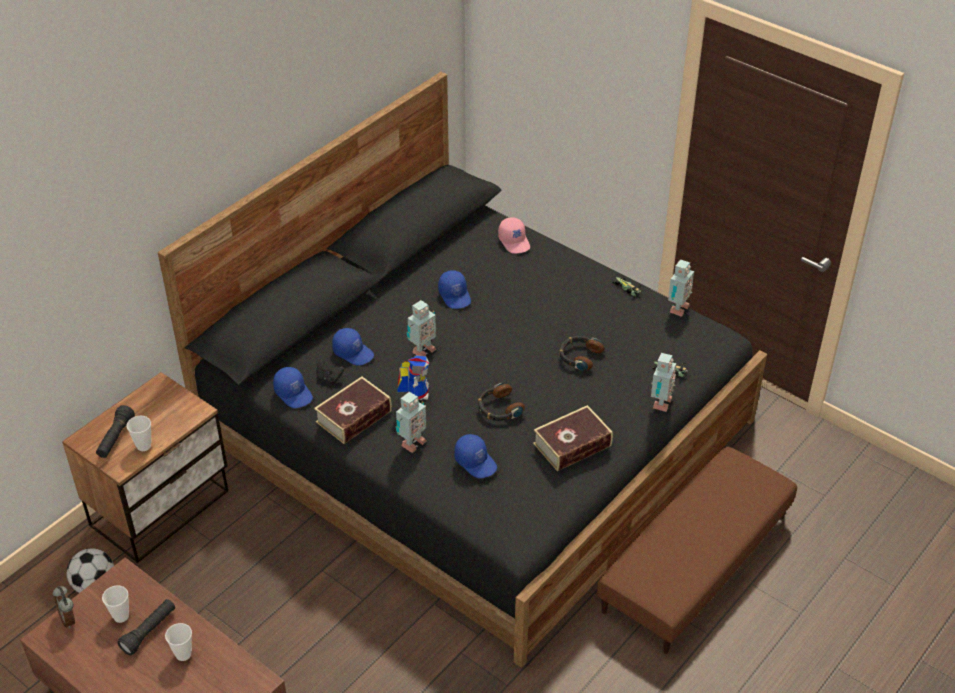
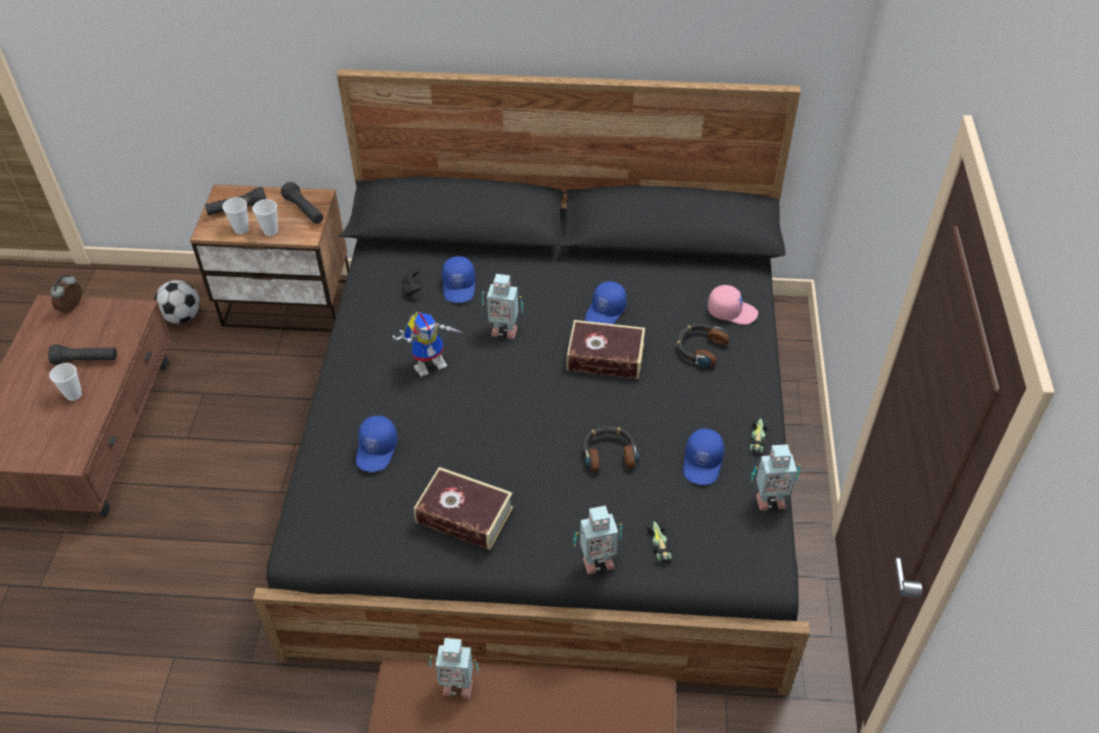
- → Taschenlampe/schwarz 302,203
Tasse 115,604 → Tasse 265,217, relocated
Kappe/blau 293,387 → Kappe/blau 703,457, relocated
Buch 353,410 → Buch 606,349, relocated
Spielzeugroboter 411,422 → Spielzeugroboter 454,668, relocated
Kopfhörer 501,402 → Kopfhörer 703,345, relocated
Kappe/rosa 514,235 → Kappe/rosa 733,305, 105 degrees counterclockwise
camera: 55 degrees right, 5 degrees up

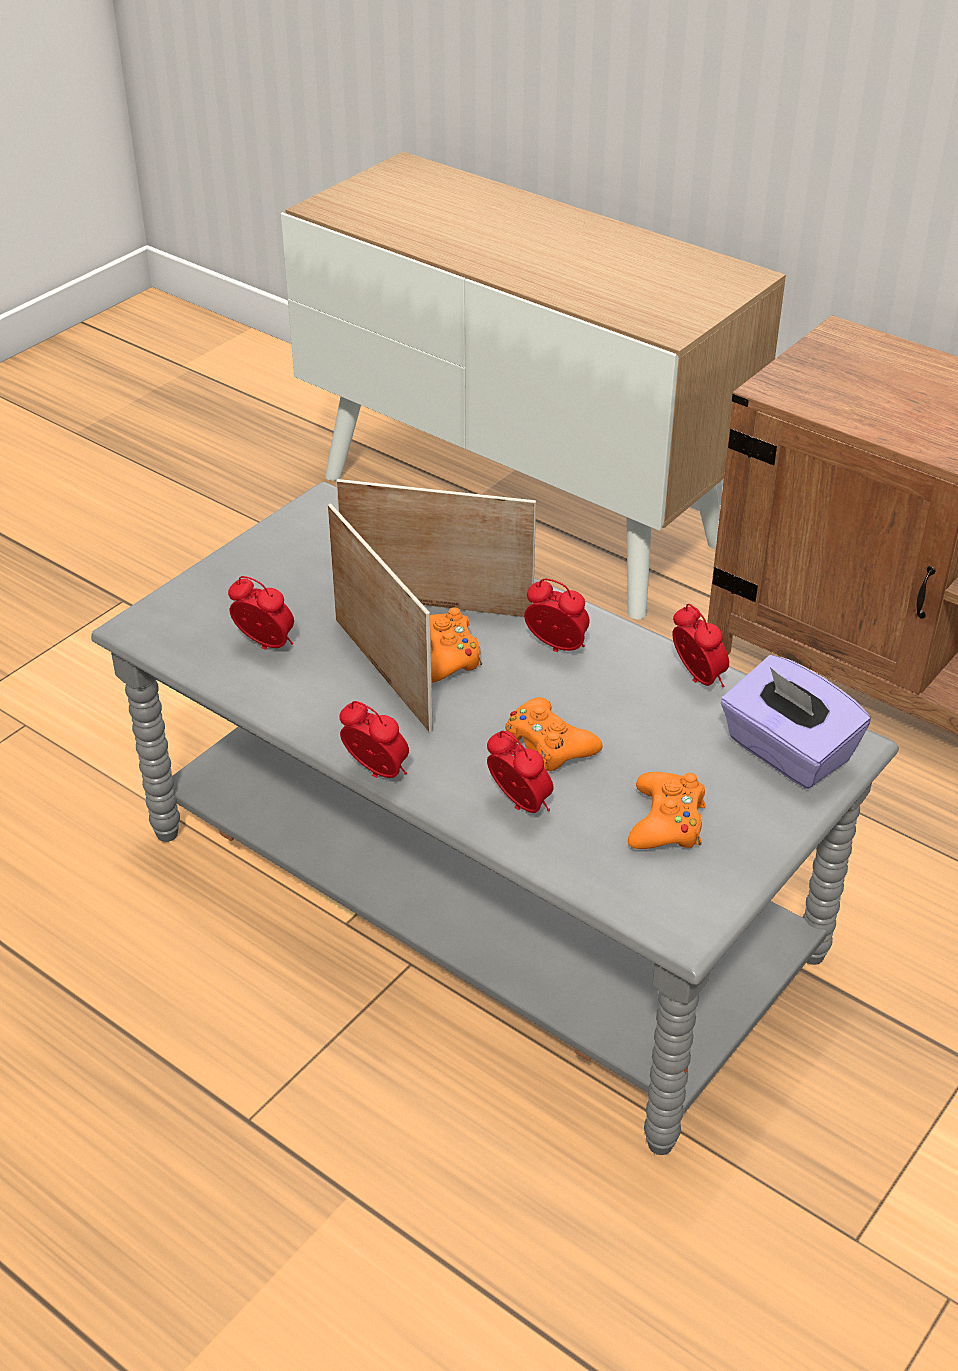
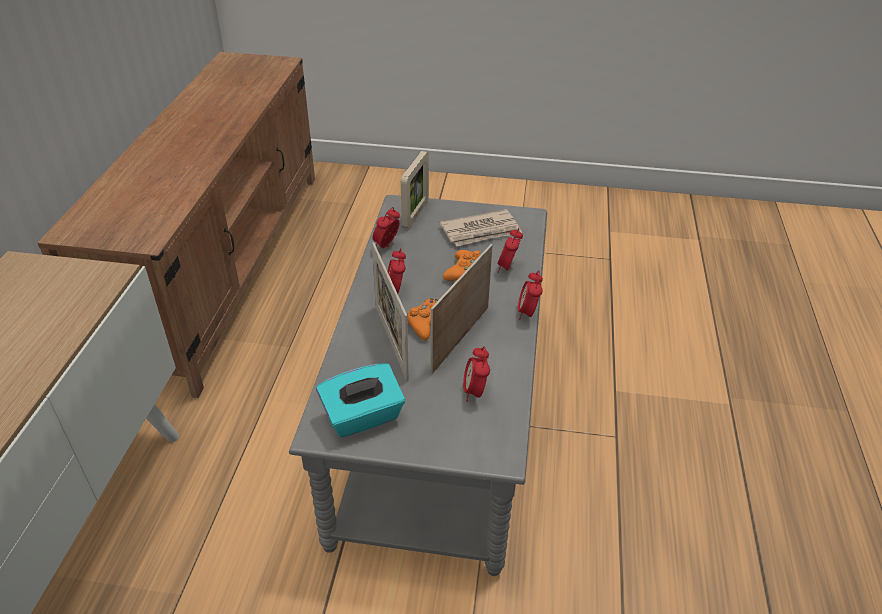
- → Taschentuchbox/türkis 360,400
Gamepad/orange 666,810 → Zeitung 481,228
Taschentuchbox/lila 796,722 → Bilderrahmen 415,190
camera: 120 degrees left, 0 degrees up

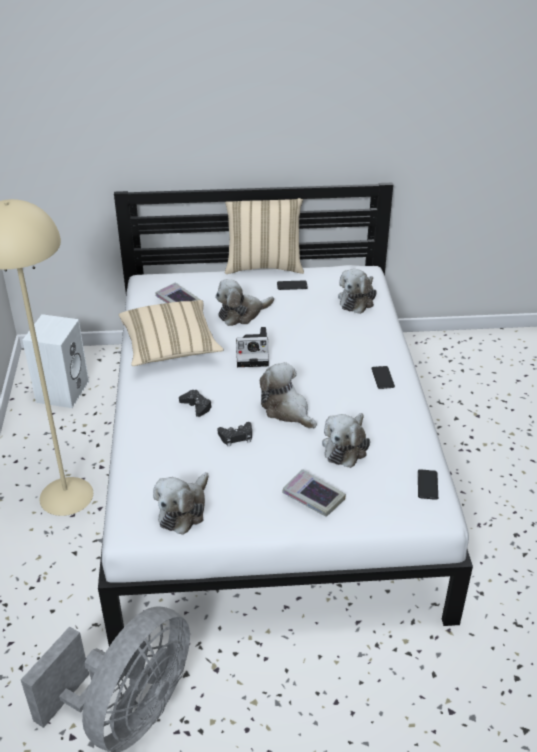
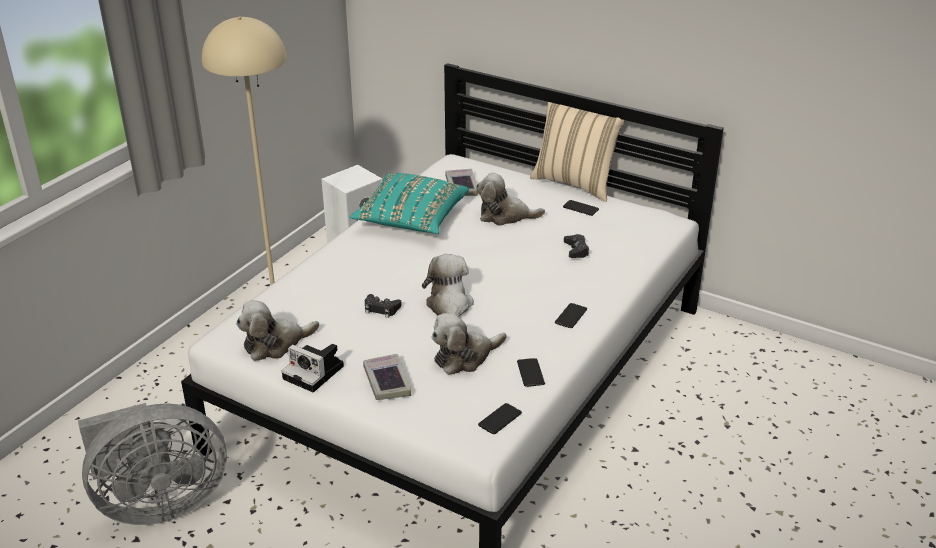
Plüschtier 357,291 → -
- → Handy 531,372
Gamepad/schwarz 195,403 → Gamepad/schwarz 576,246, relocated
Kamera 252,347 → Kamera 313,368, relocated
Kissen/beige 171,333 → Kissen/türkis 409,203
camera: 35 degrees right, 5 degrees down

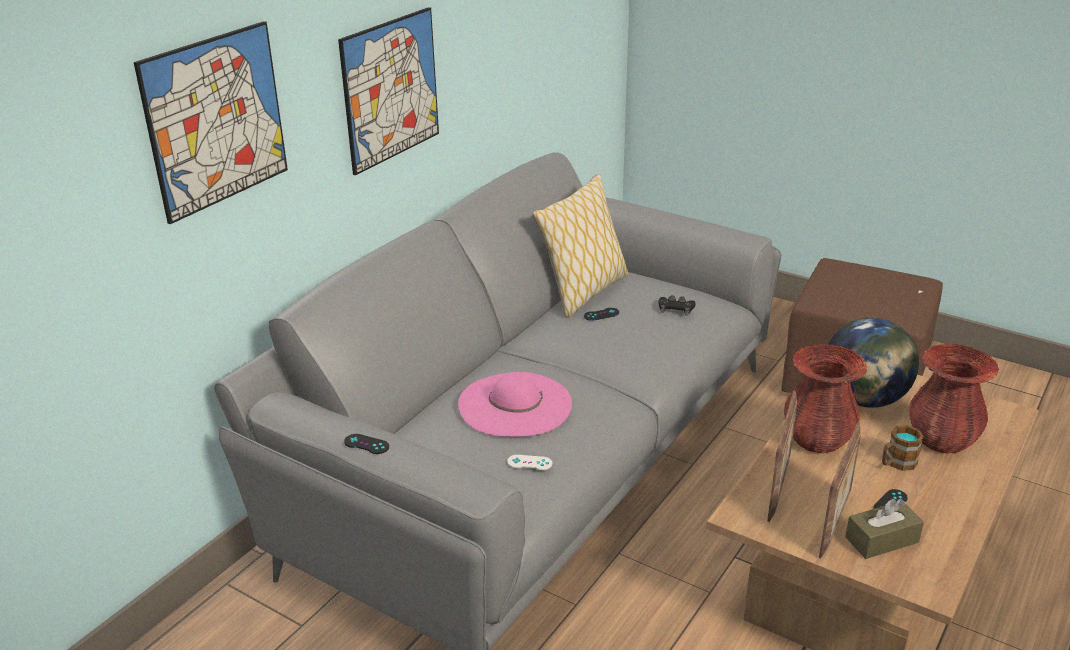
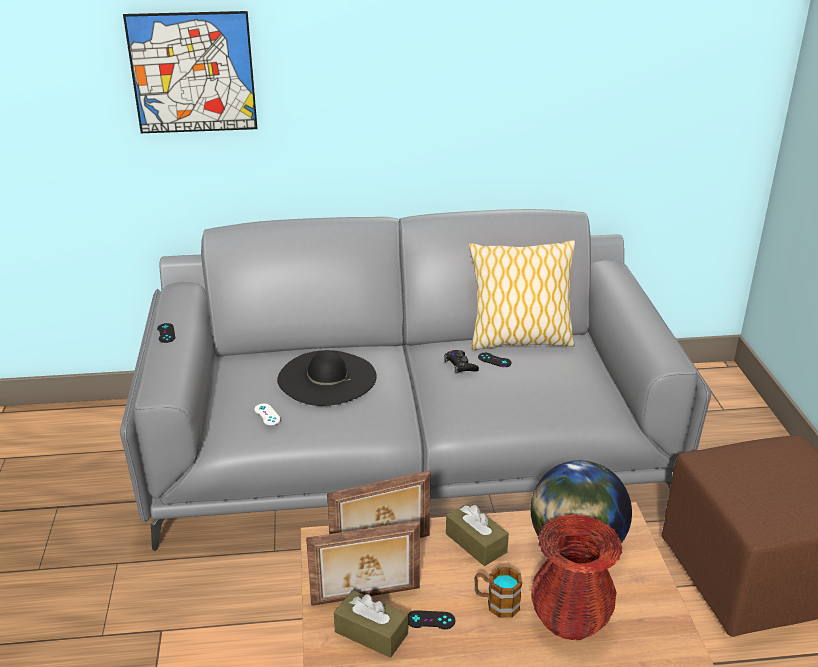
Bild 388,91 → -
Gamepad/schwarz 676,305 → Gamepad/schwarz 461,362, relocated
Vase/rot 825,399 → Taschentuchbox/braun 477,534
Hut/rosa 515,404 → Hut/schwarz 327,378
camera: 50 degrees right, 0 degrees up

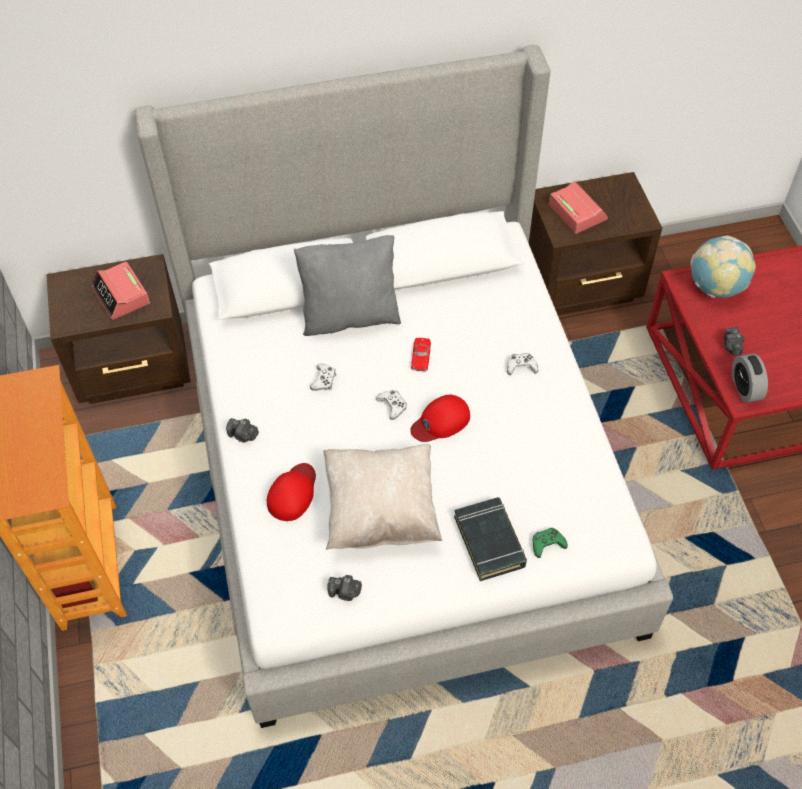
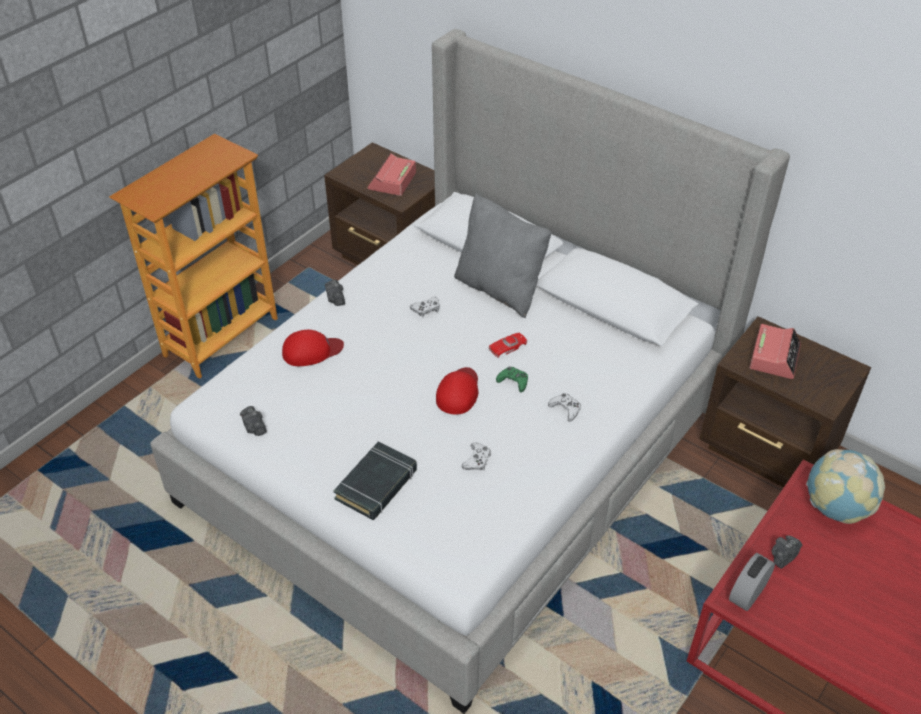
Kissen/beige 382,497 → -
Gamepad/weiß 391,405 → Gamepad/weiß 476,456, relocated
Gamepad/grün 550,543 → Gamepad/grün 512,379, relocated
Kappe/rot 440,418 → Kappe/rot 457,391, 90 degrees clockwise
camera: 50 degrees right, 10 degrees down

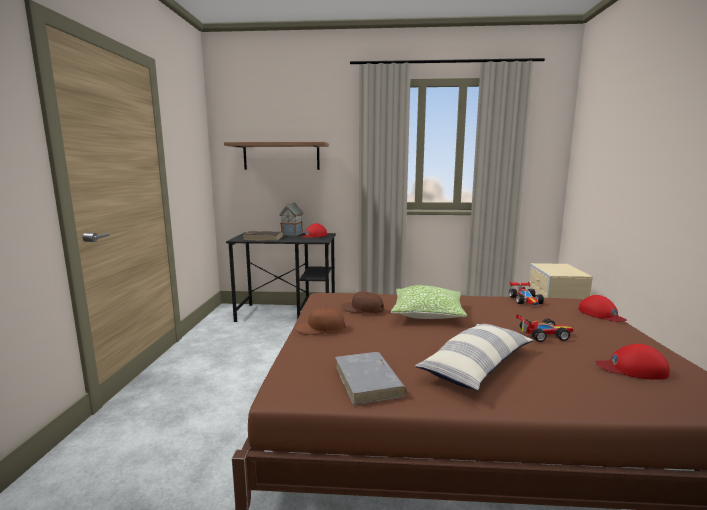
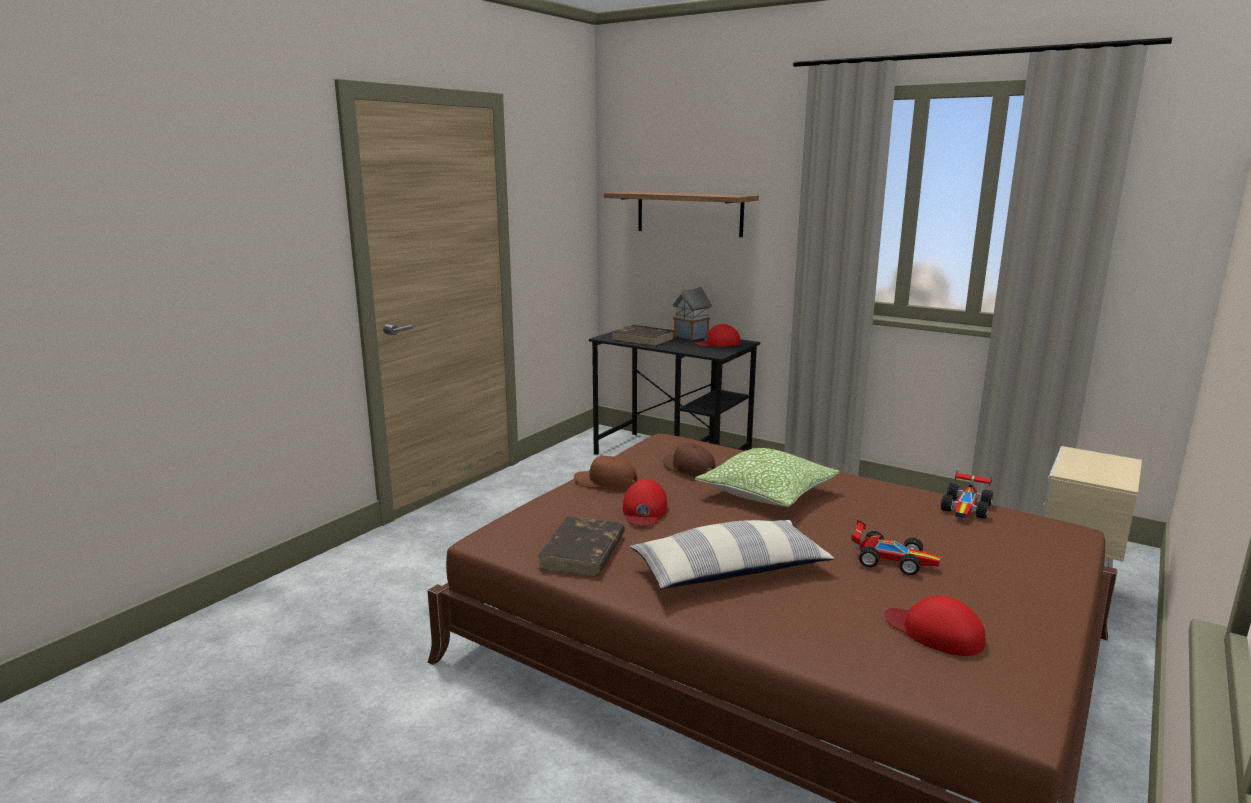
Kappe/rot 603,308 → Kappe/rot 645,502, relocated
Buch/grau 371,378 → Buch/braun 581,546
camera: 30 degrees right, 5 degrees up

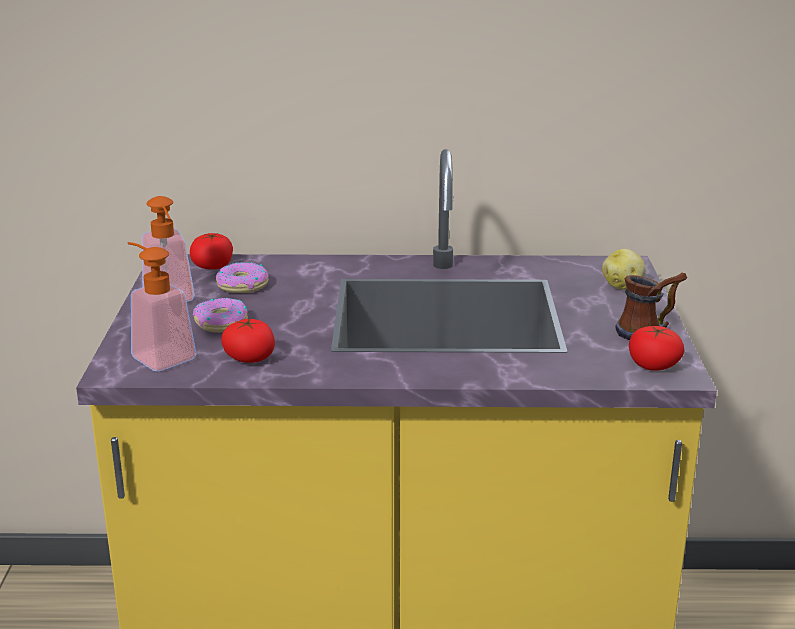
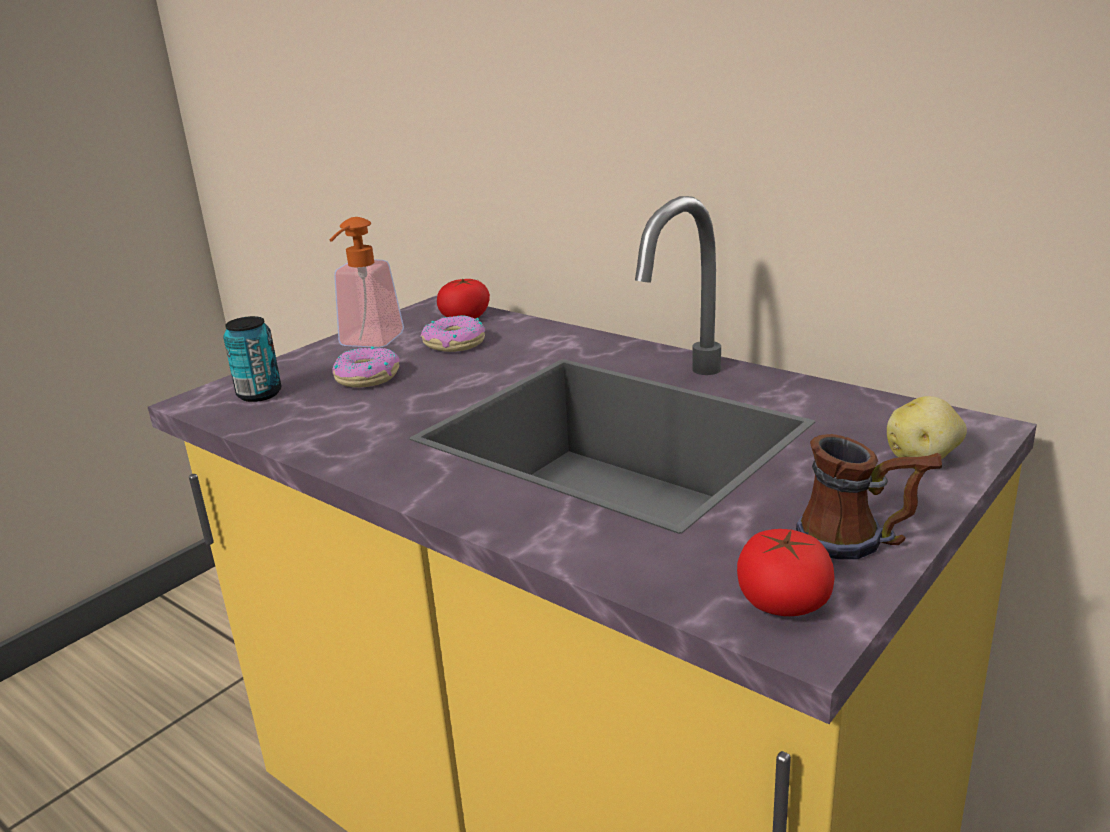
Tomate 248,340 → -
Seifenspender 162,306 → Dose 252,359
camera: 40 degrees right, 0 degrees up

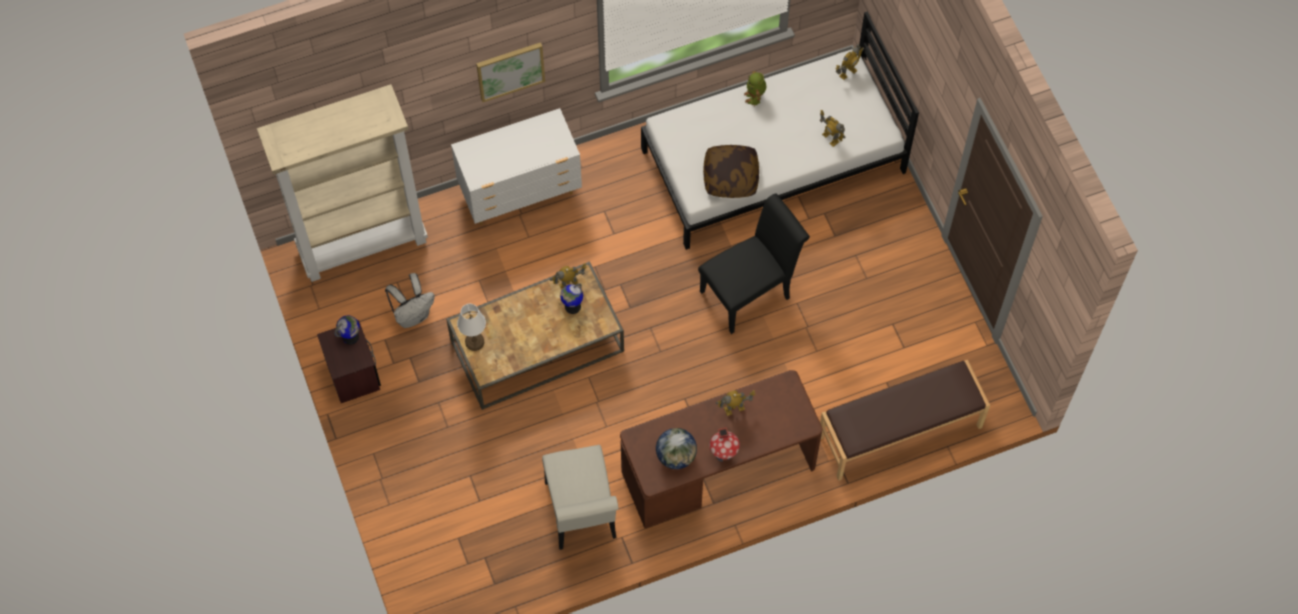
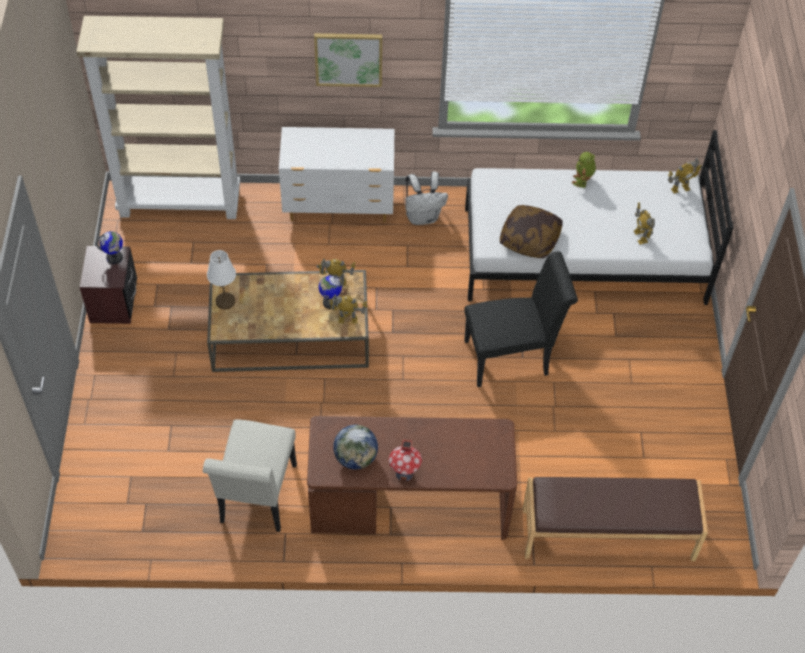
Rucksack/weiß 410,300 → Rucksack/weiß 426,198, relocated
Spielzeugroboter 735,403 → Spielzeugroboter 348,309, relocated
camera: 20 degrees right, 10 degrees down

